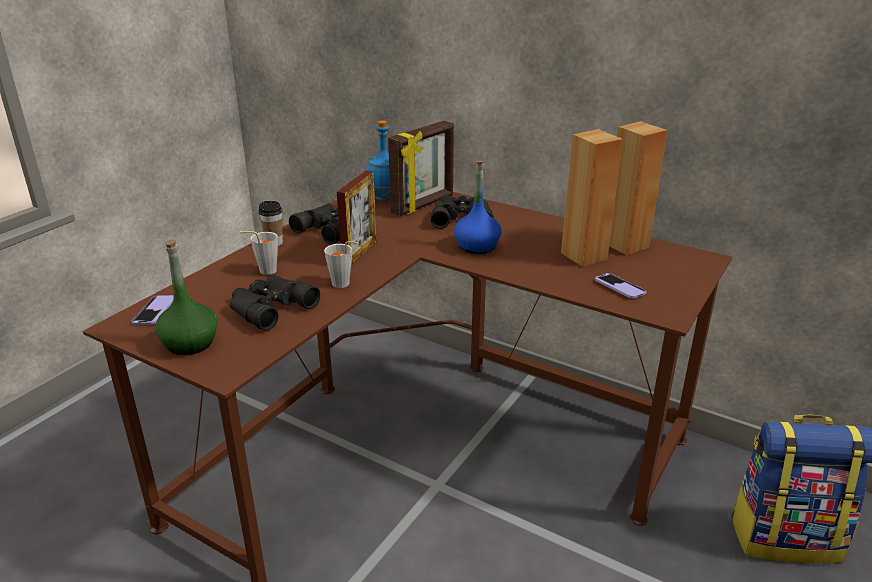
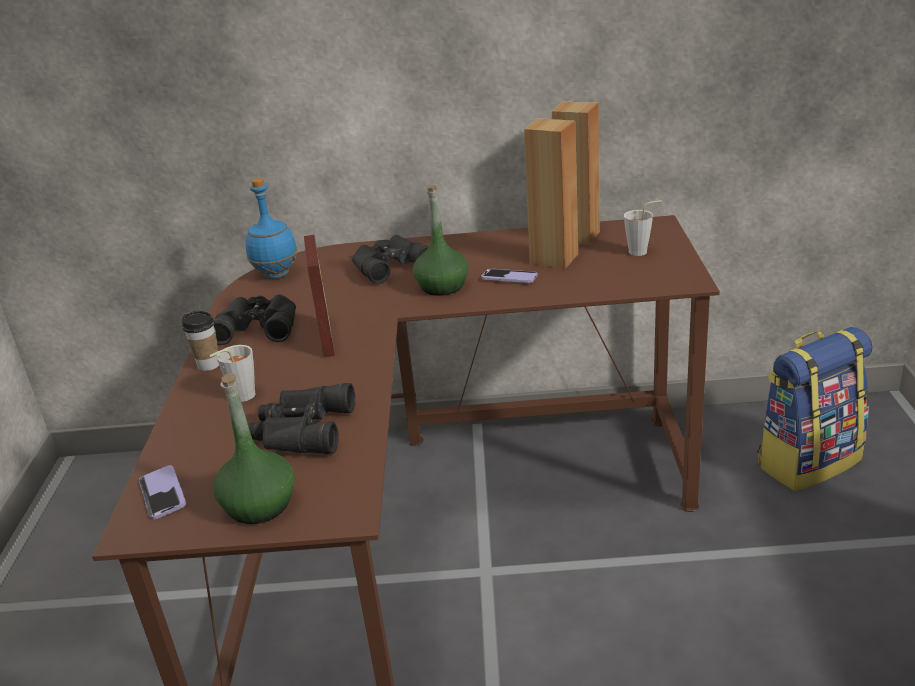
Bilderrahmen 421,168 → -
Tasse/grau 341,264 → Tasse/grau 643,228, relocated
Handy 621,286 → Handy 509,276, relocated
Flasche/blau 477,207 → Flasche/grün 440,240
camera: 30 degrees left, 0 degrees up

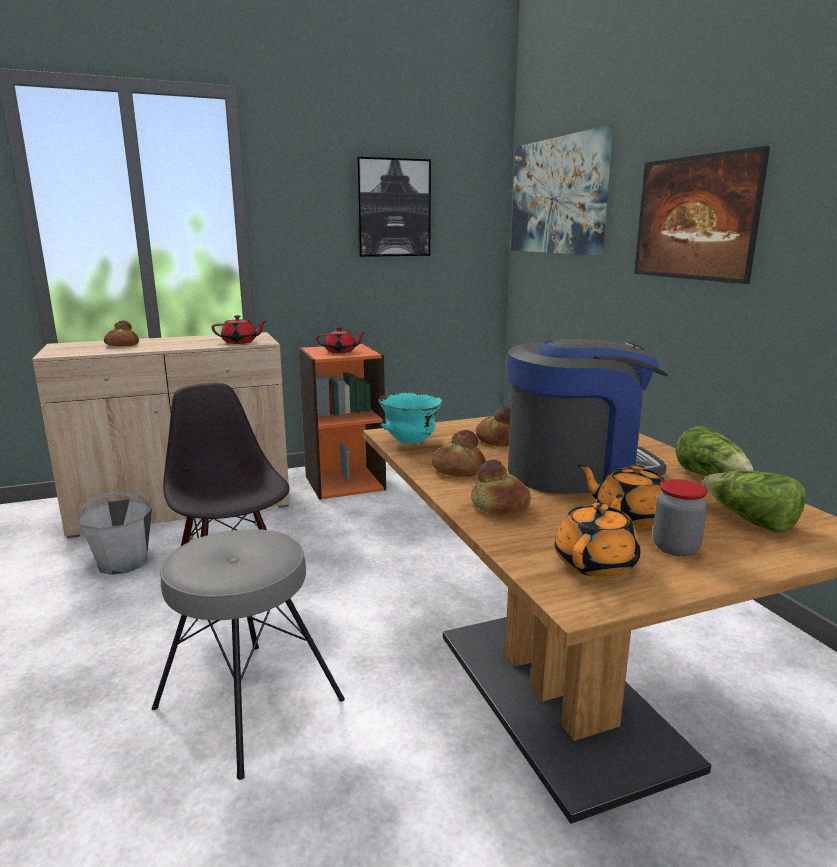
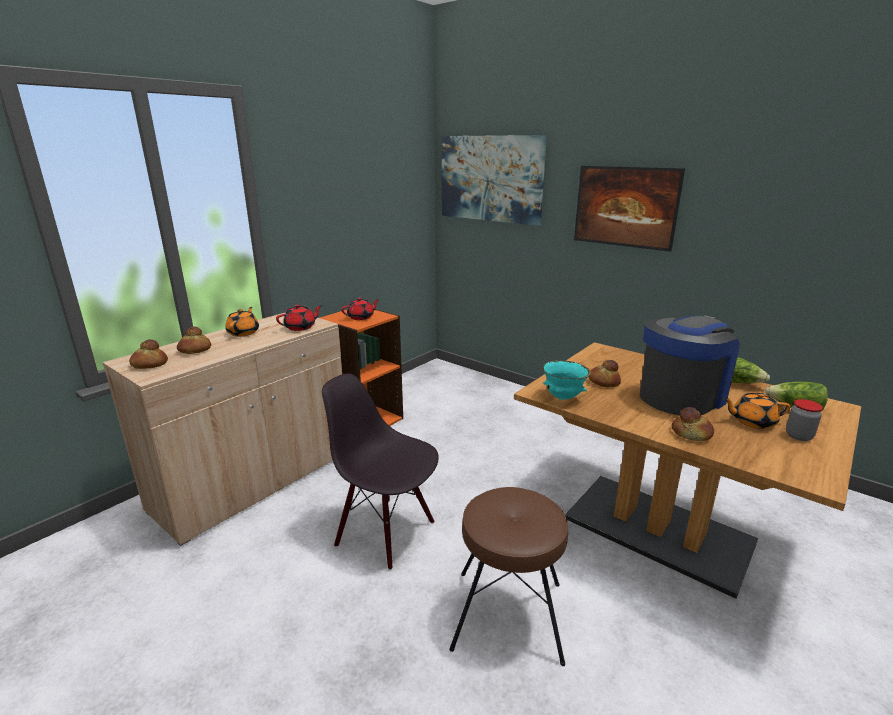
Eimer/grau 114,533 → -
Bild 393,207 → -
Brot 459,453 → Brot 148,354, relocated
Teekanne/orange 597,536 → Teekanne/orange 242,321, relocated
Hocker/grau 248,654 → Hocker/braun 508,576
camera: 30 degrees left, 5 degrees up

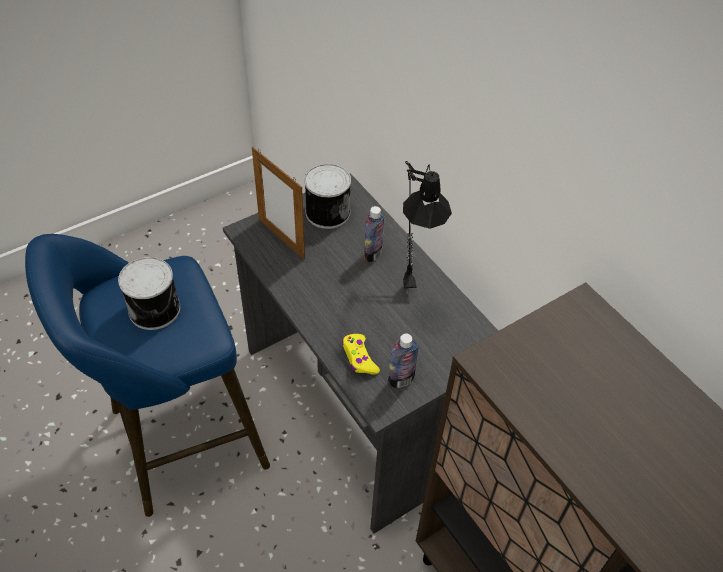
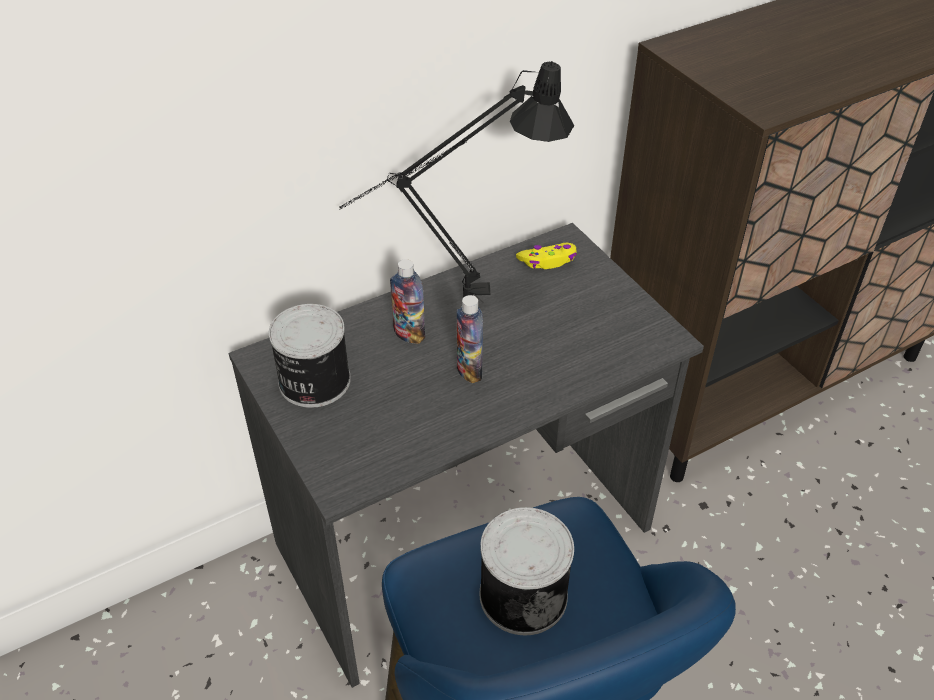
Bilderrahmen 278,202 → -
Gamepad/gelb 361,354 → Gamepad/gelb 546,256, relocated
Flasche 403,361 → Flasche 470,339, relocated
camera: 85 degrees left, 5 degrees down

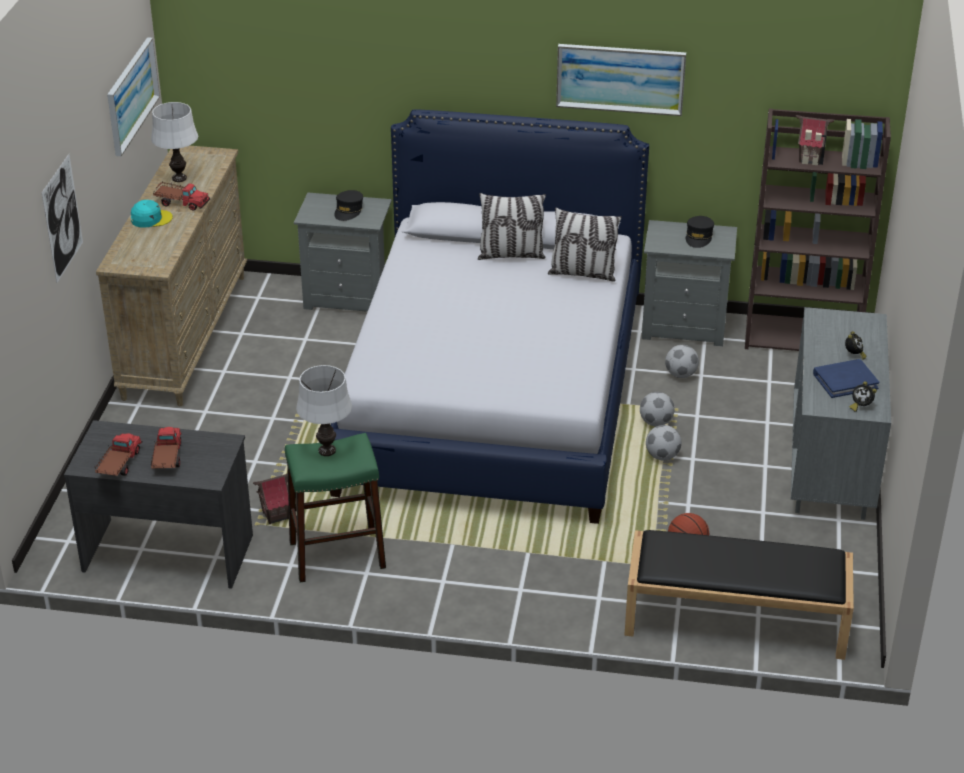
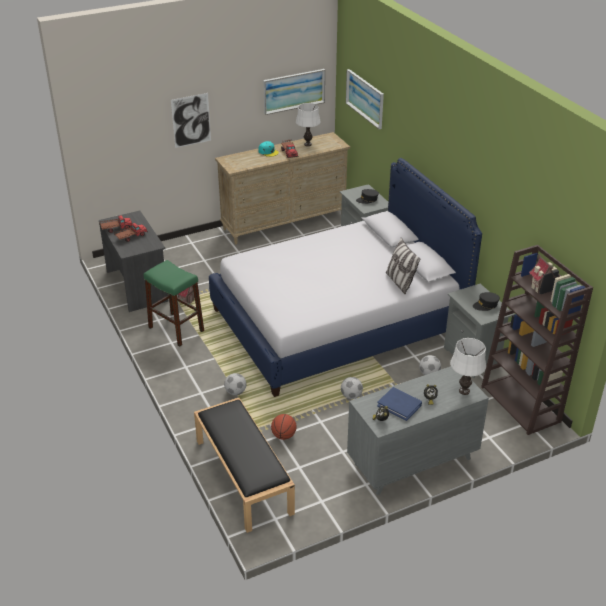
Kissen 512,226 → -
Tischlampe/weiß 324,410 → Tischlampe/weiß 468,366, relocated
Bild 621,80 → Bild 365,99, relocated
Fußball 657,409 → Fußball 235,384, relocated
camera: 55 degrees right, 0 degrees up

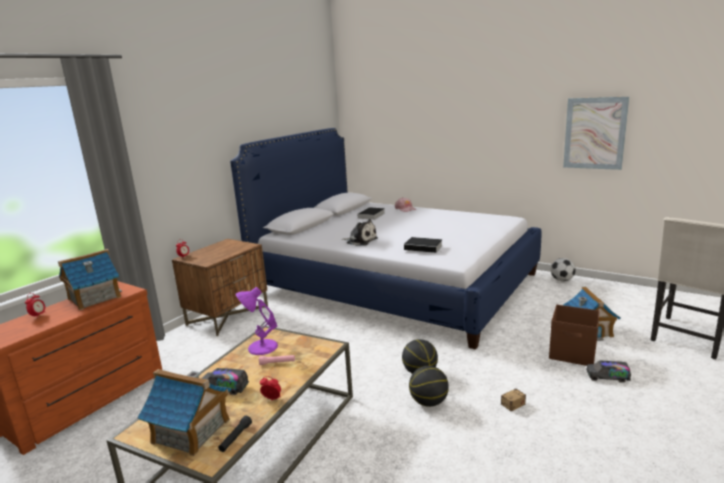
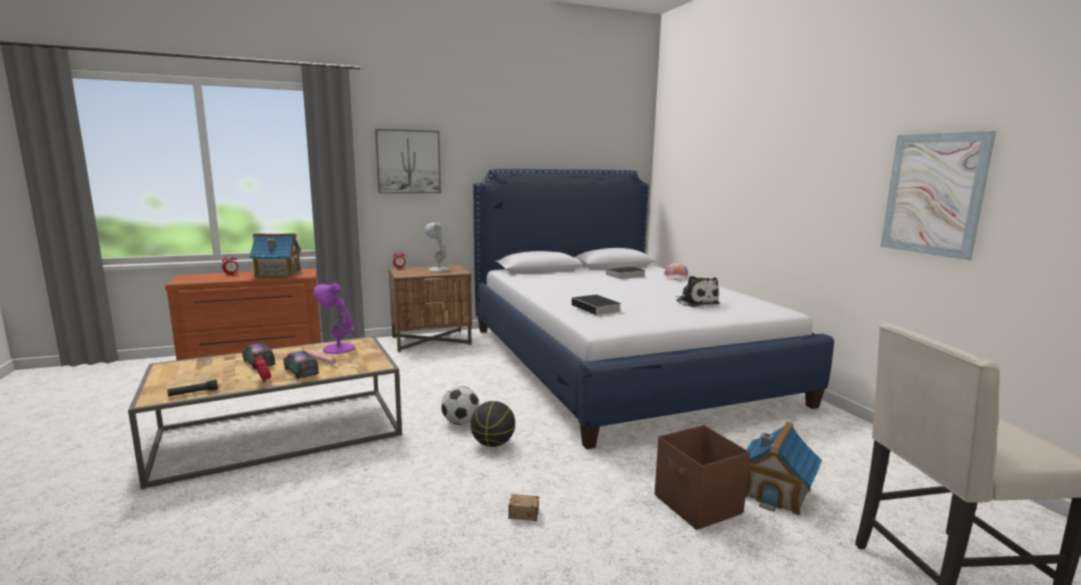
Spielzeughaus 184,412 → -
Basketball 429,386 → -
- → Bild 408,161
- → Tischlampe/weiß 437,247
Plüschtier 359,232 → Plüschtier 698,291, relocated
Fußball 563,269 → Fußball 460,405, relocated
Spielzeuglaster 608,372 → Spielzeuglaster 301,365, relocated
camera: 35 degrees right, 5 degrees down

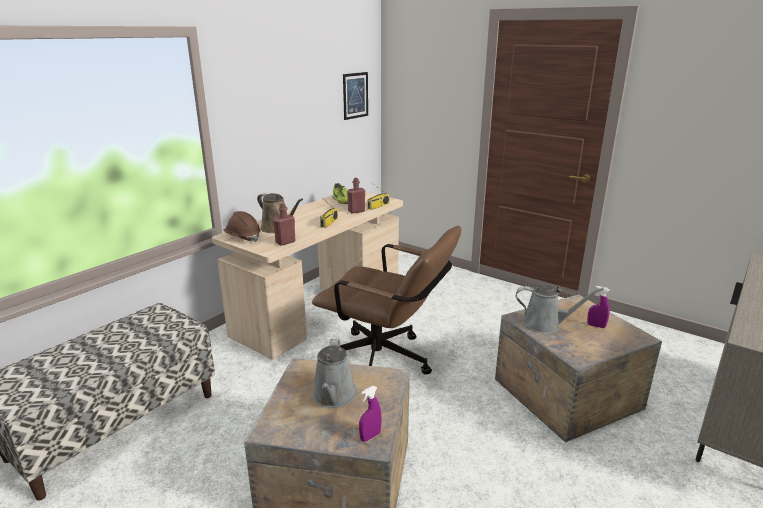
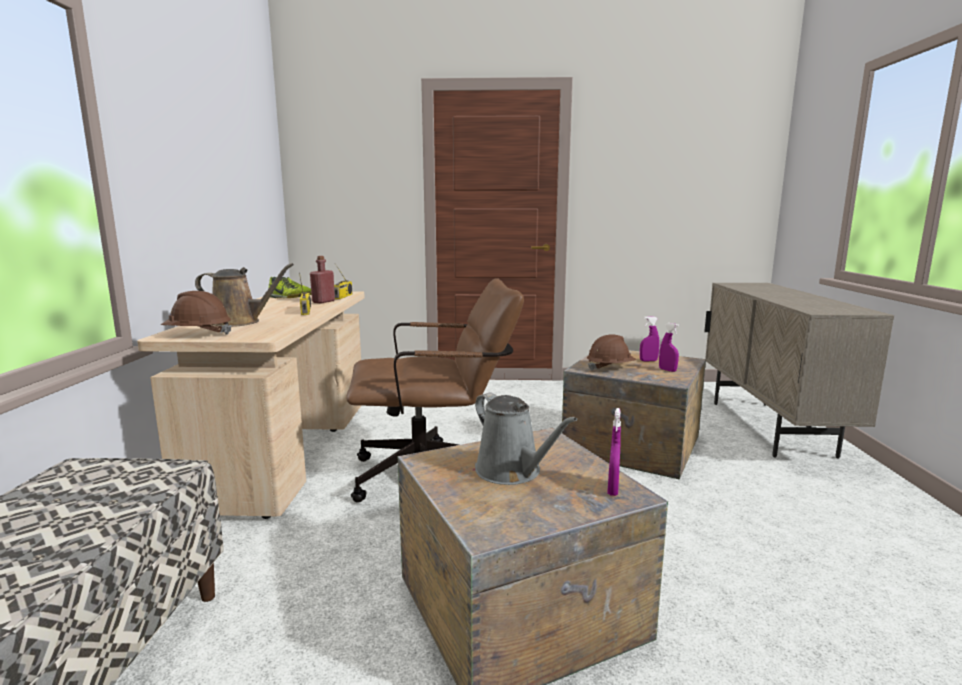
Flasche/rot 284,225 → -
Bild 355,96 → -
- → Sprühflasche/lila 669,347
Gießkanne/grau 560,309 → Schutzhelm/braun 611,353
camera: 35 degrees left, 10 degrees down

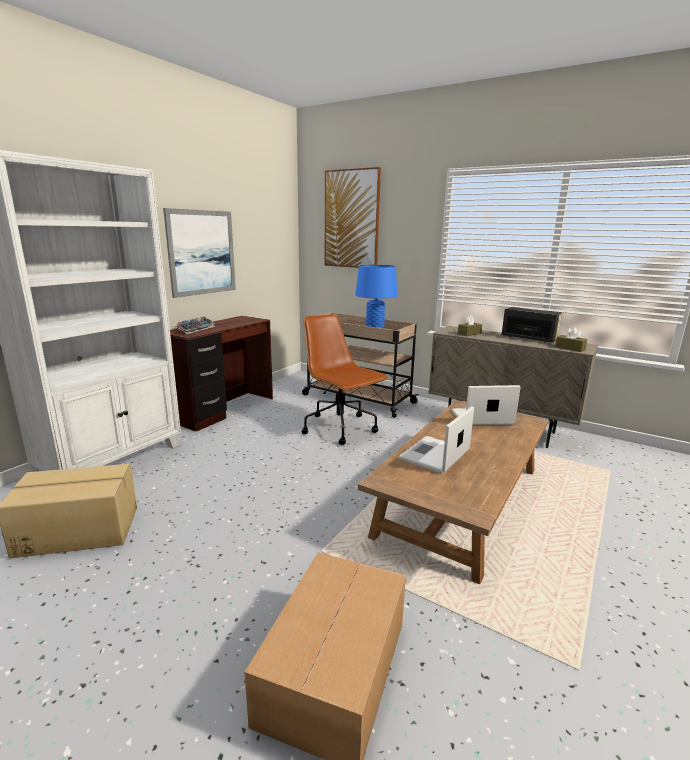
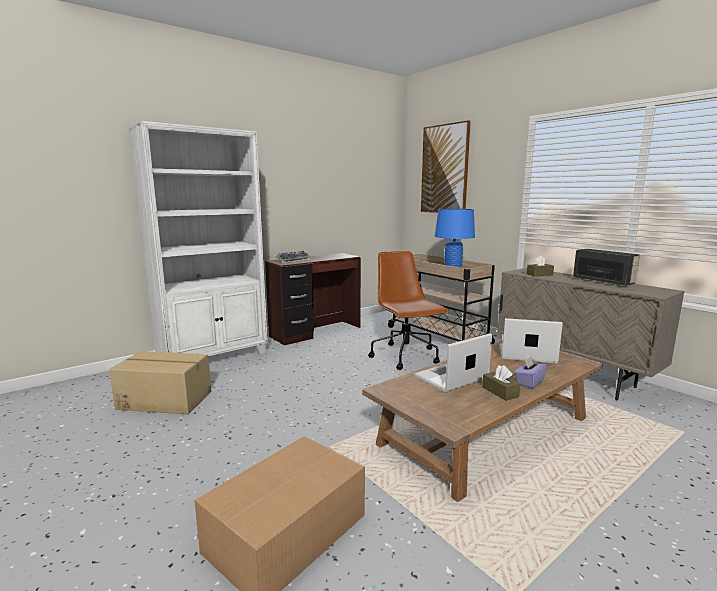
Bild 199,253 → -
- → Taschentuchbox/lila 530,372
Taschentuchbox/braun 571,339 → Taschentuchbox/braun 501,383, relocated
camera: 20 degrees right, 5 degrees down

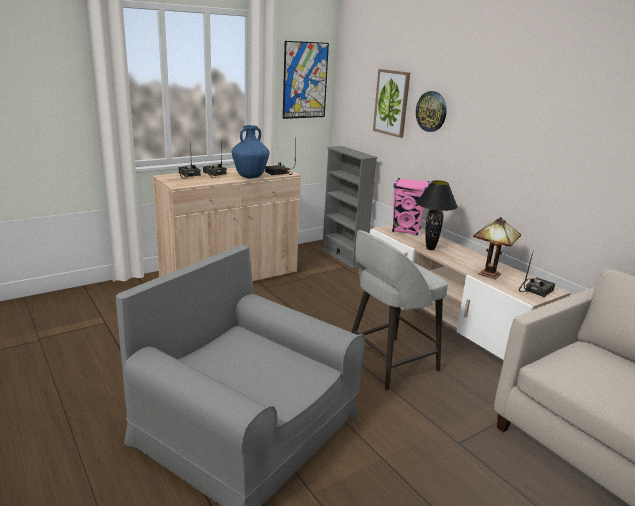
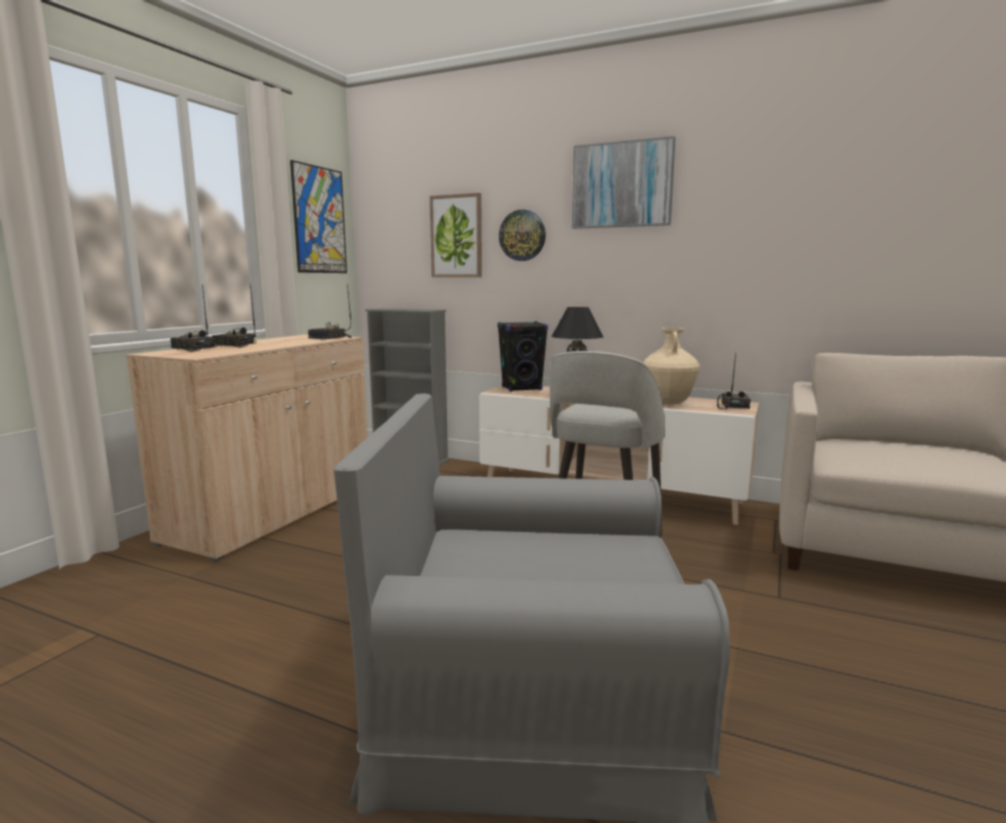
Vase/blau 251,151 → -
- → Bild 623,182
Tischlampe 497,248 → Vase/beige 671,366
Lautsprecher/rosa 411,207 → Lautsprecher/schwarz 522,356
camera: 30 degrees left, 10 degrees down

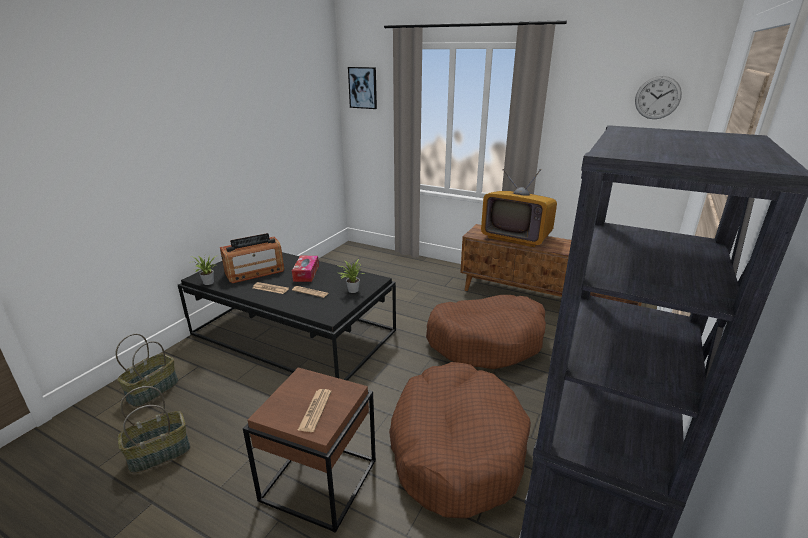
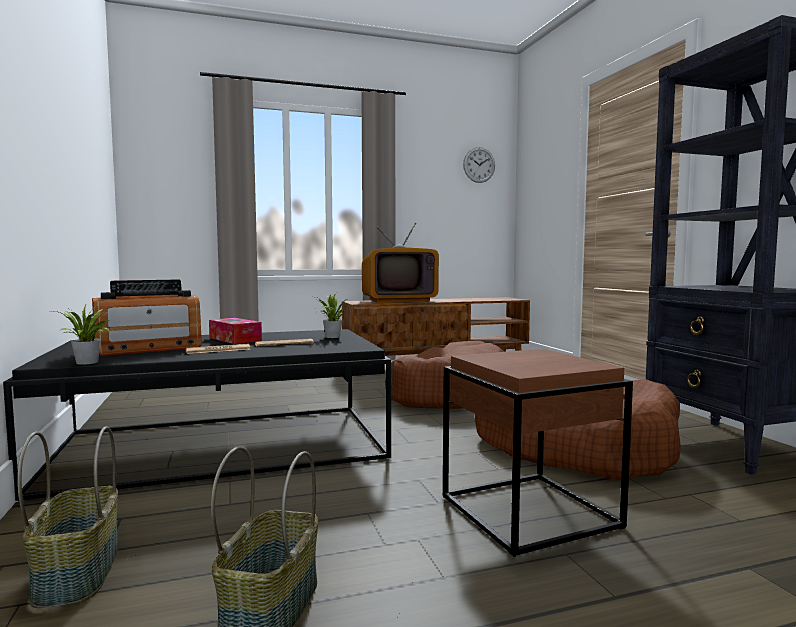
Zeitung 315,410 → -
Bild 362,88 → -
Radio 252,258 → Radio 147,317, 45 degrees clockwise
camera: 45 degrees left, 20 degrees down

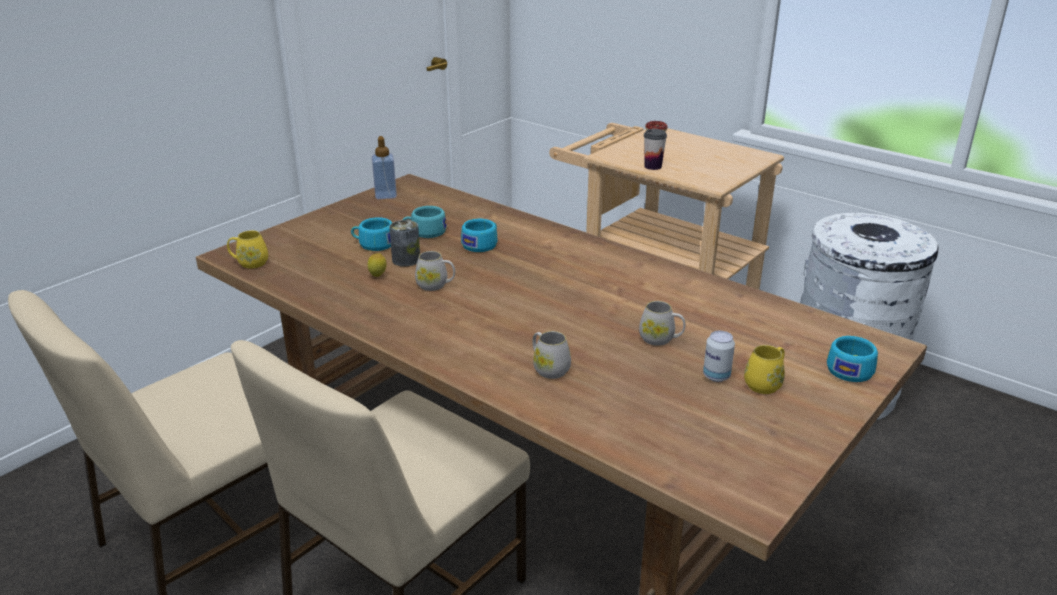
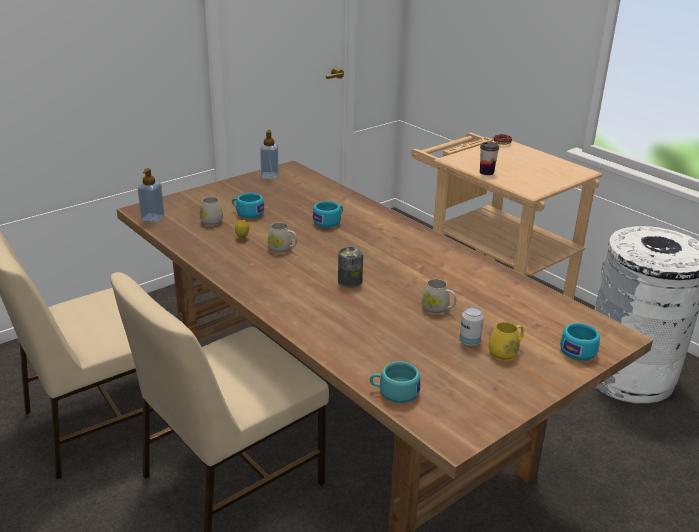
Dose 404,243 → Dose 350,267, relocated
Tasse/türkis 424,222 → Tasse/türkis 395,382, relocated
Henkelbecher/weiß 551,355 → Henkelbecher/weiß 211,211, relocated
Henkelbecher/gelb 247,249 → Seifenspender 151,195
camera: 10 degrees right, 0 degrees up

